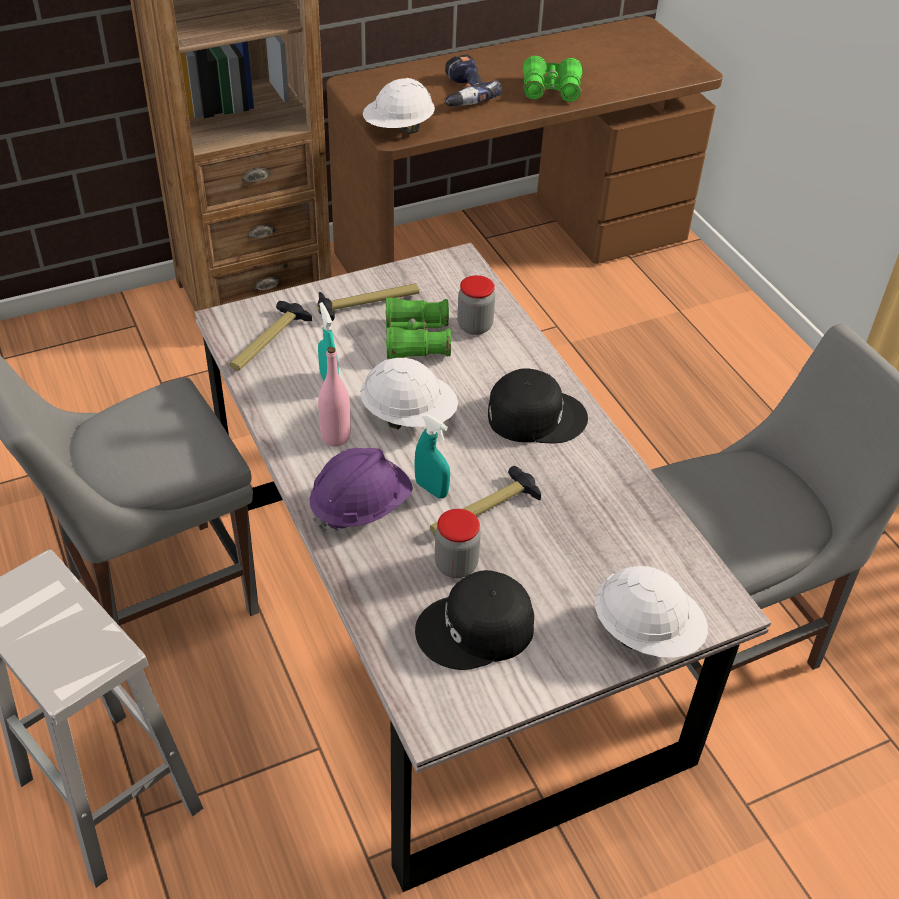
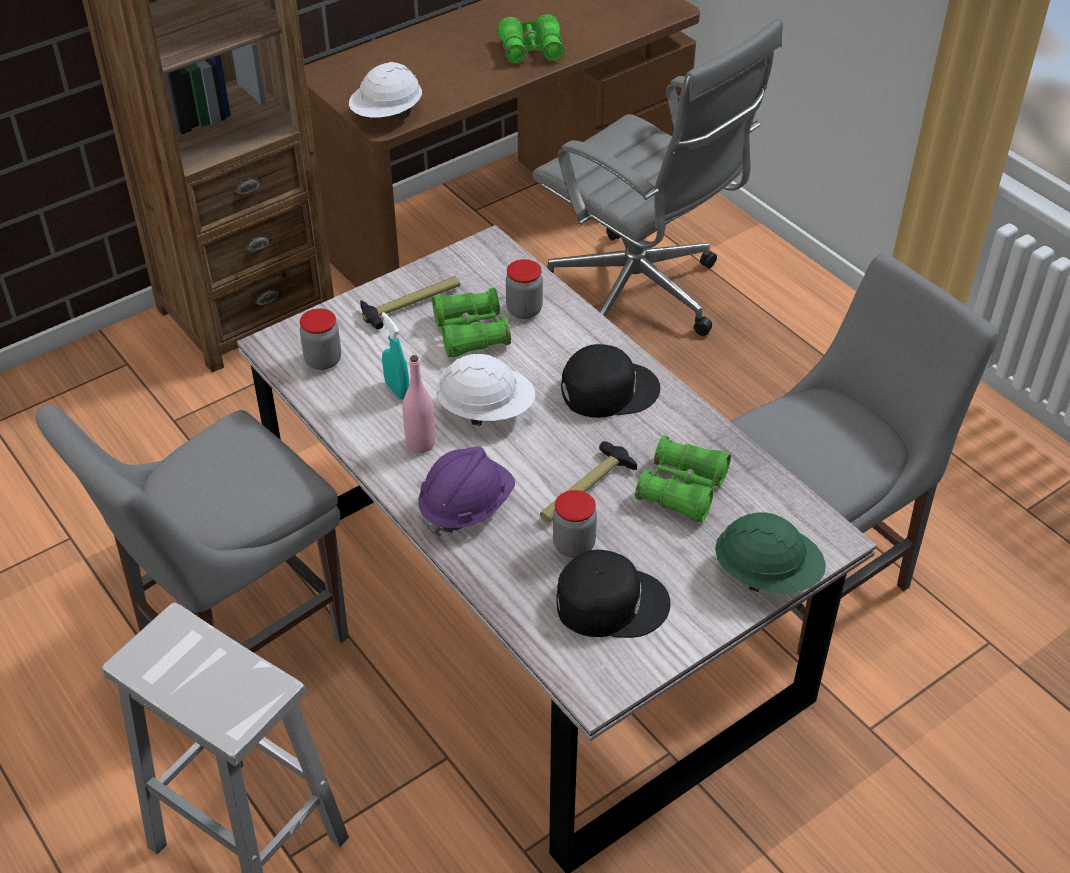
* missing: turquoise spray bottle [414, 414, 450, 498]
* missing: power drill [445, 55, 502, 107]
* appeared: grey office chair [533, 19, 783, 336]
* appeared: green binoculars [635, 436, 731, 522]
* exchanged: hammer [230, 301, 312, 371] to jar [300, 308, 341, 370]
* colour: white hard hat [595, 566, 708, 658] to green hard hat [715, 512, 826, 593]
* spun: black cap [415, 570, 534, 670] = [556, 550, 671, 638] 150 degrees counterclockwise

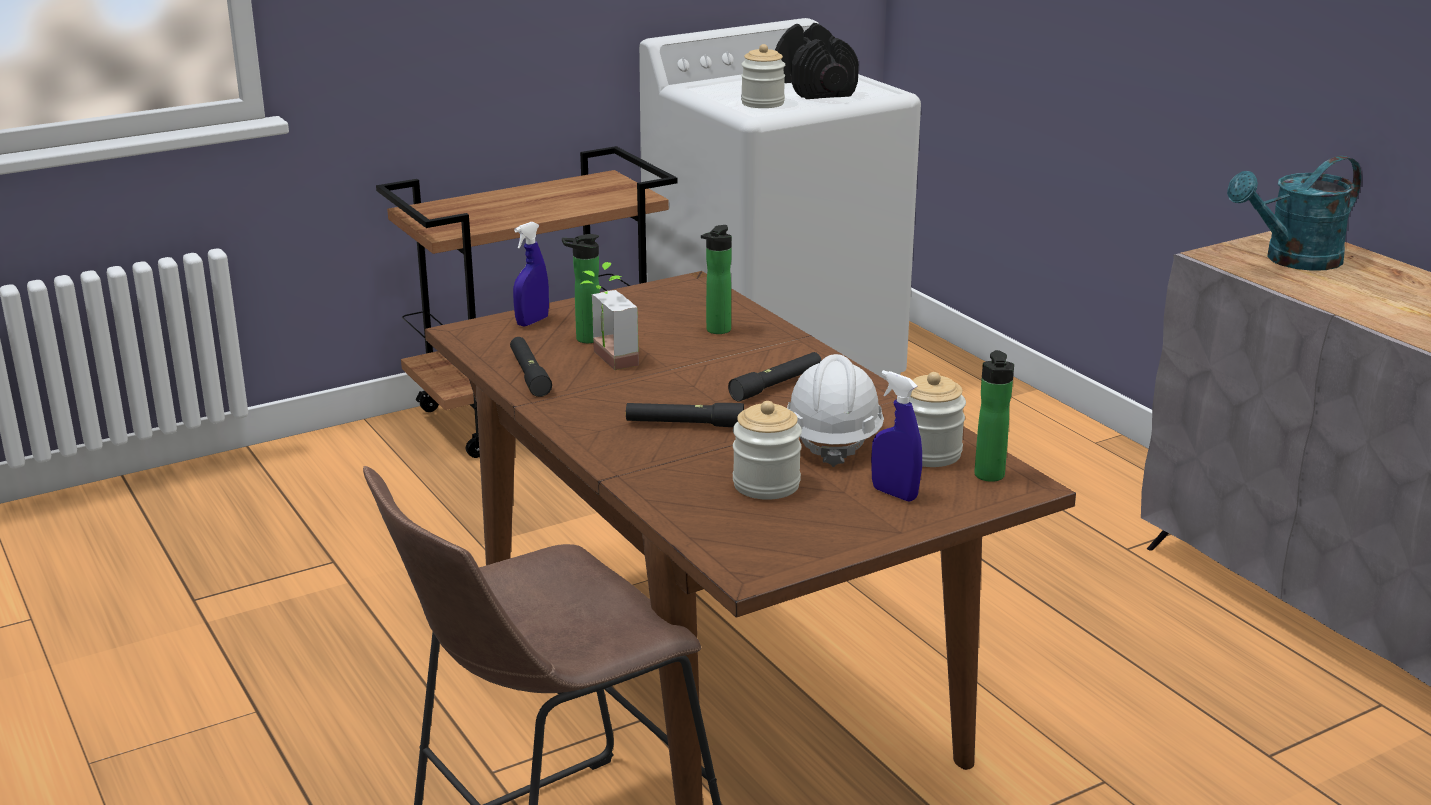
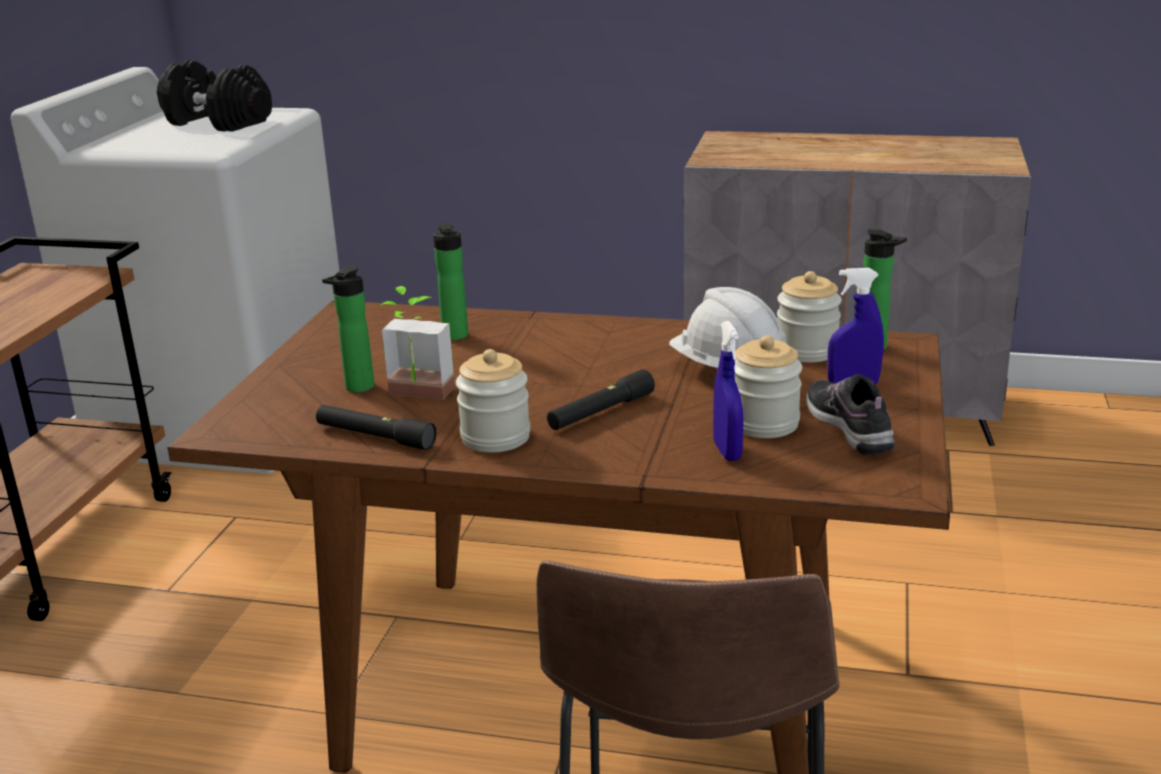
* missing: black flashlight [728, 352, 822, 402]
* missing: turquoise watering can [1227, 156, 1361, 271]
* appeared: shoe [806, 374, 895, 455]
* relocated: blue spray bottle [513, 222, 549, 326] to [713, 321, 744, 461]
* relocated: jar [741, 44, 785, 108] to [456, 349, 530, 453]

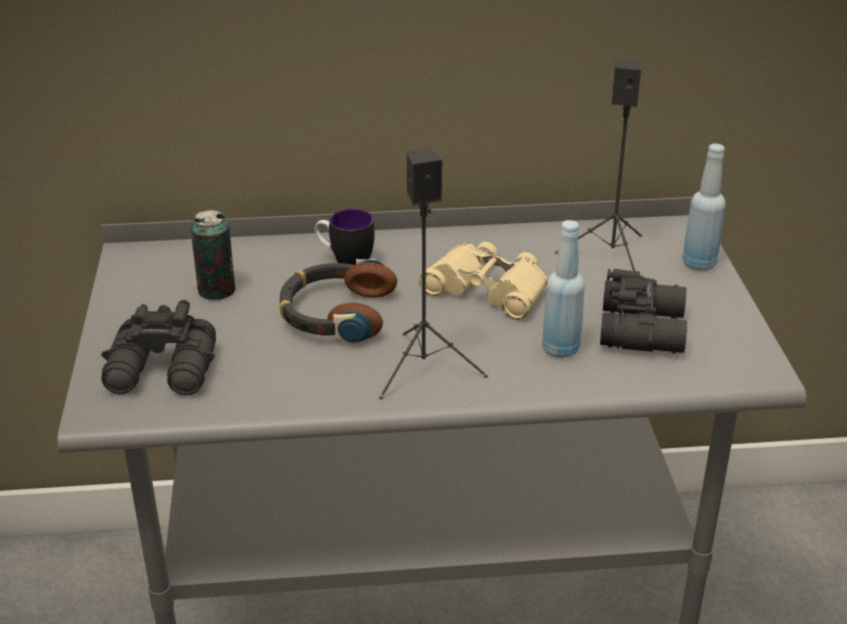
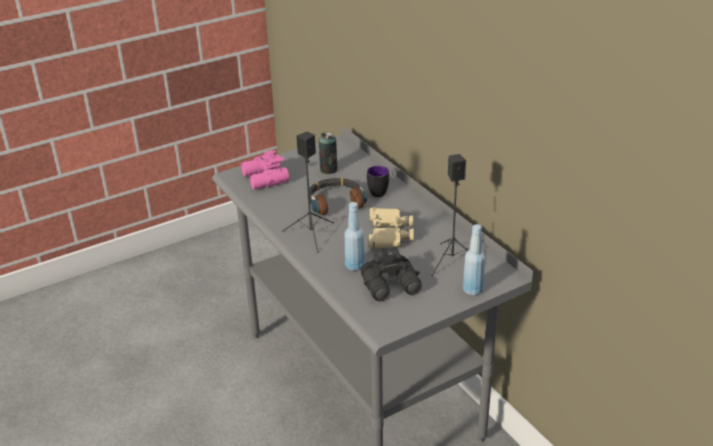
* colour: black binoculars [101, 300, 216, 395] to pink binoculars [241, 150, 289, 190]

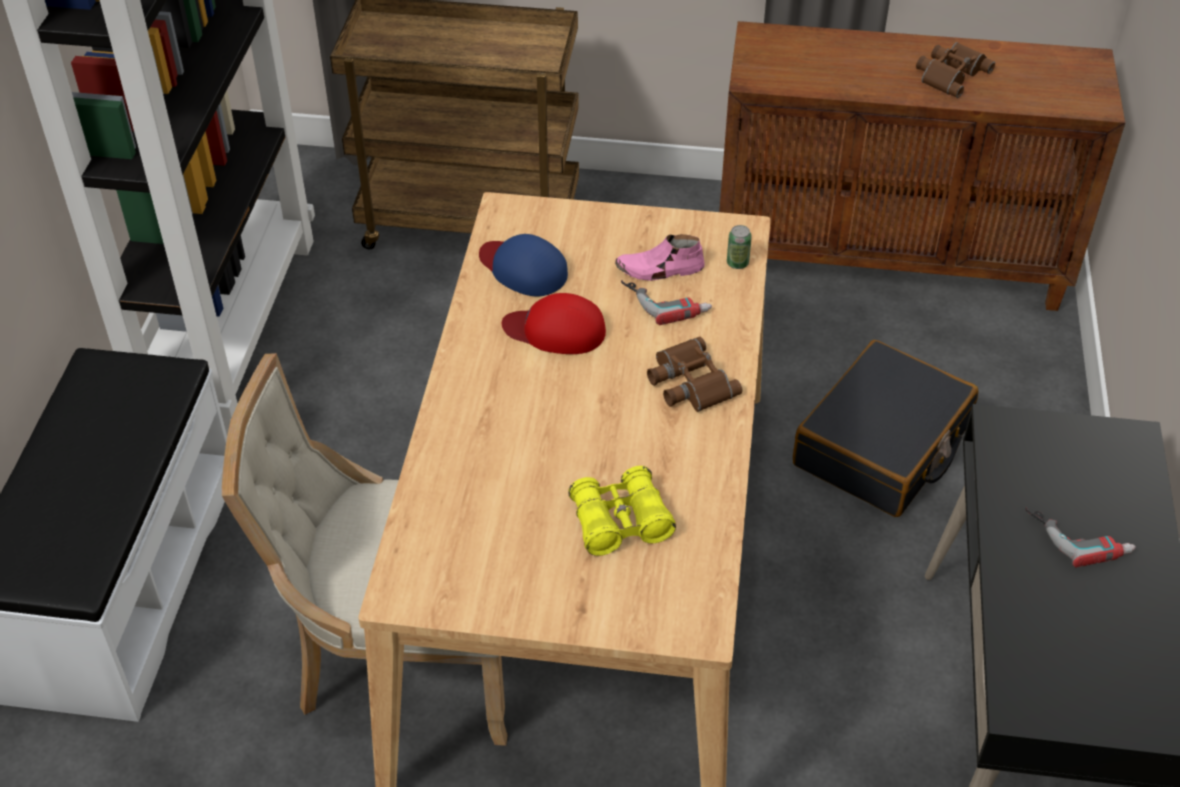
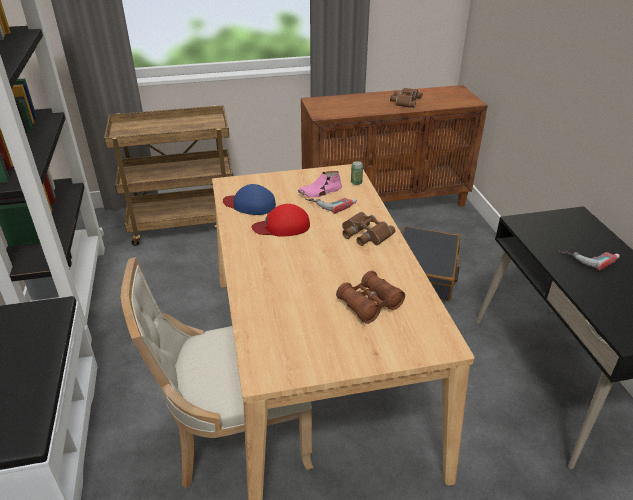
* colour: yellow binoculars [568, 466, 676, 556] to brown binoculars [336, 271, 405, 324]

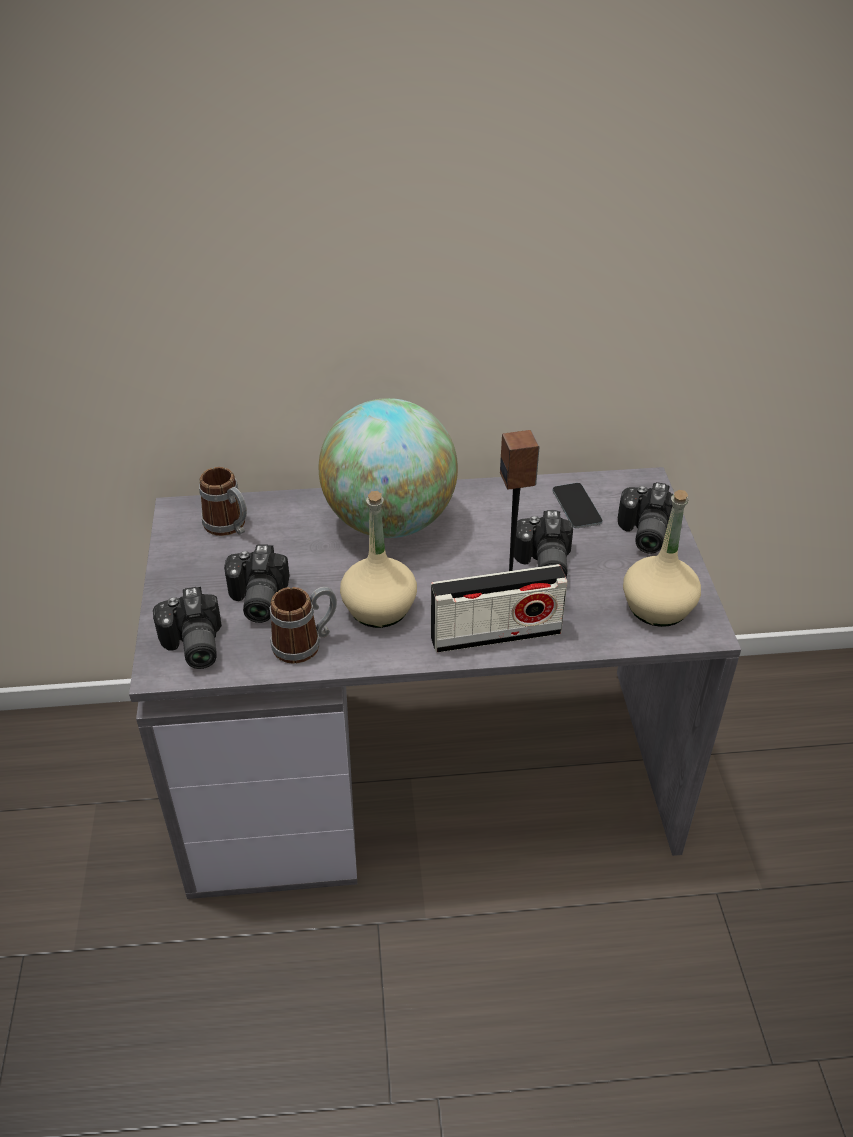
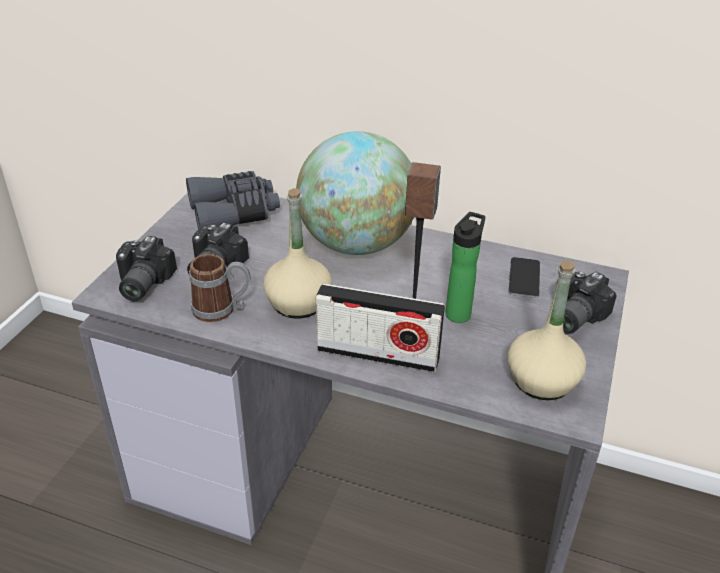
* exchanged: mug [199, 467, 247, 536] to grey binoculars [186, 171, 280, 230]
* exchanged: photo camera [514, 510, 573, 576] to bottle [445, 212, 486, 323]

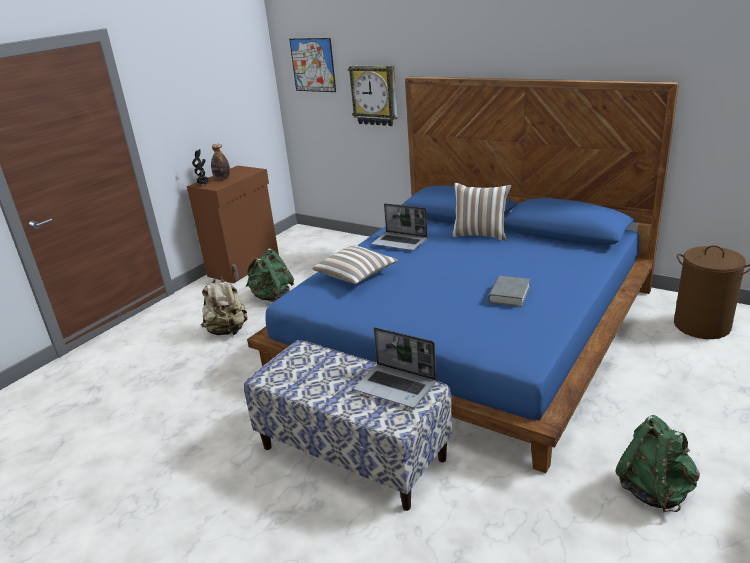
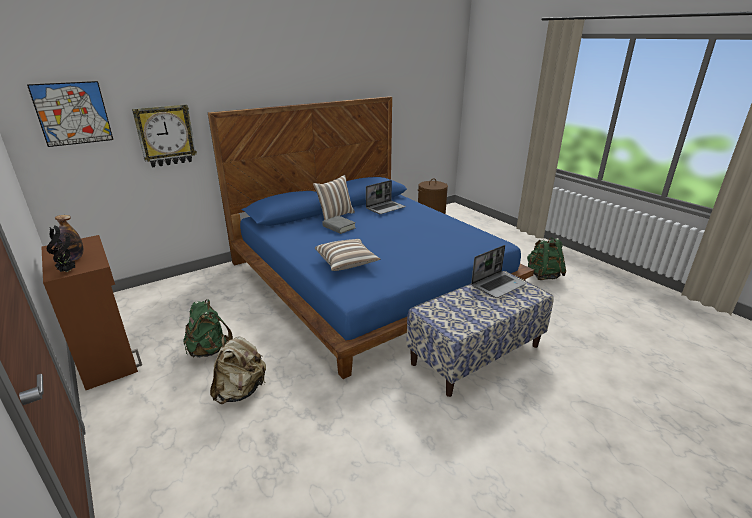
* relocated: laptop [372, 203, 428, 251] to [366, 180, 406, 214]
* relocated: grey book [488, 276, 530, 307] to [322, 216, 356, 234]

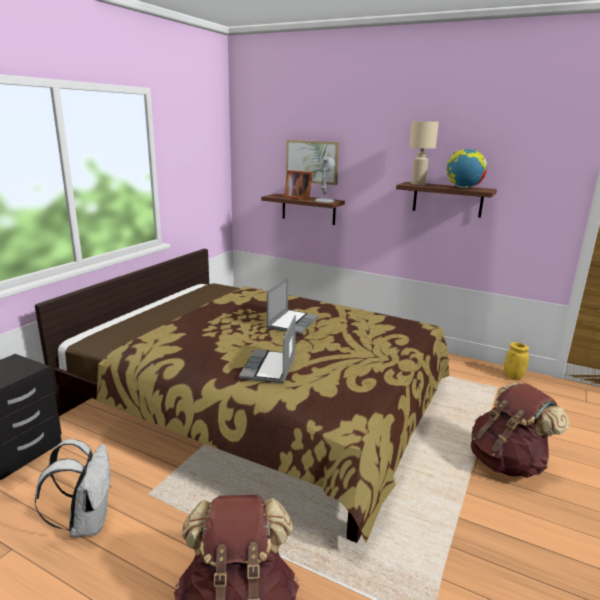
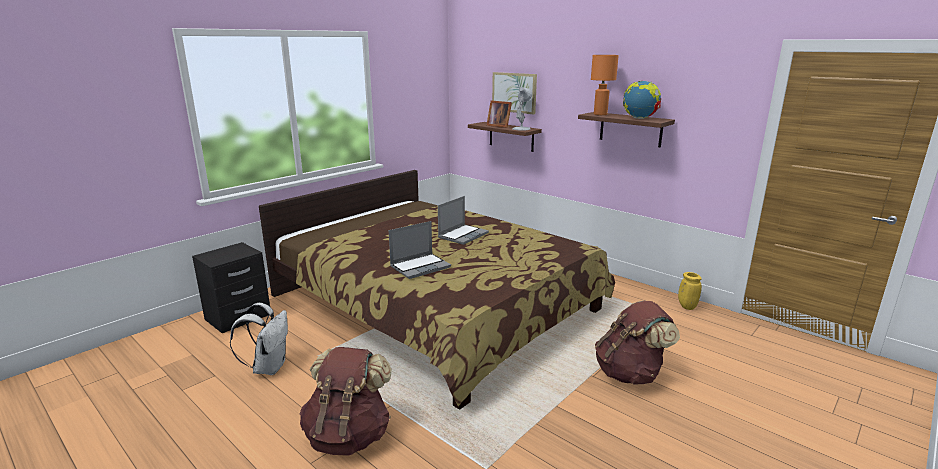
* colour: beige table lamp [409, 121, 439, 185] to orange table lamp [591, 55, 619, 115]
* spun: laptop [239, 315, 296, 383] = [389, 221, 451, 279] 150 degrees counterclockwise

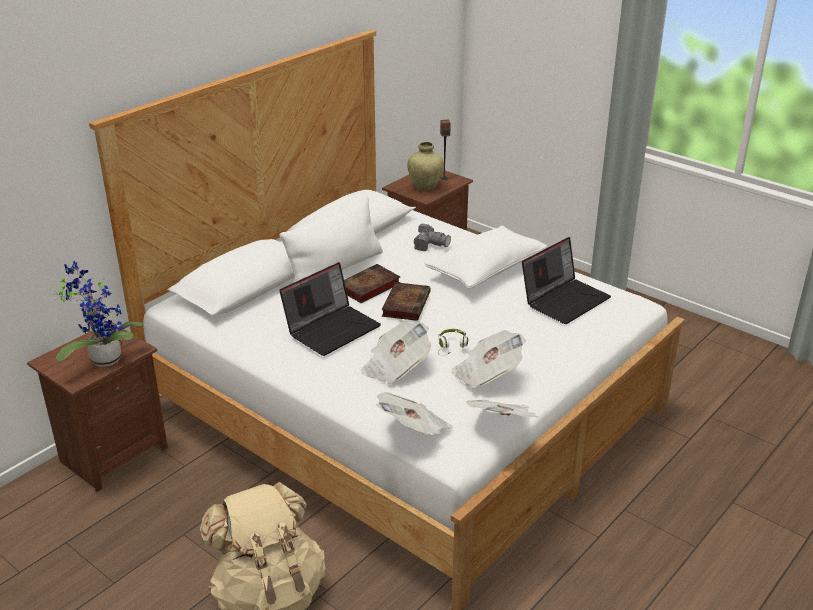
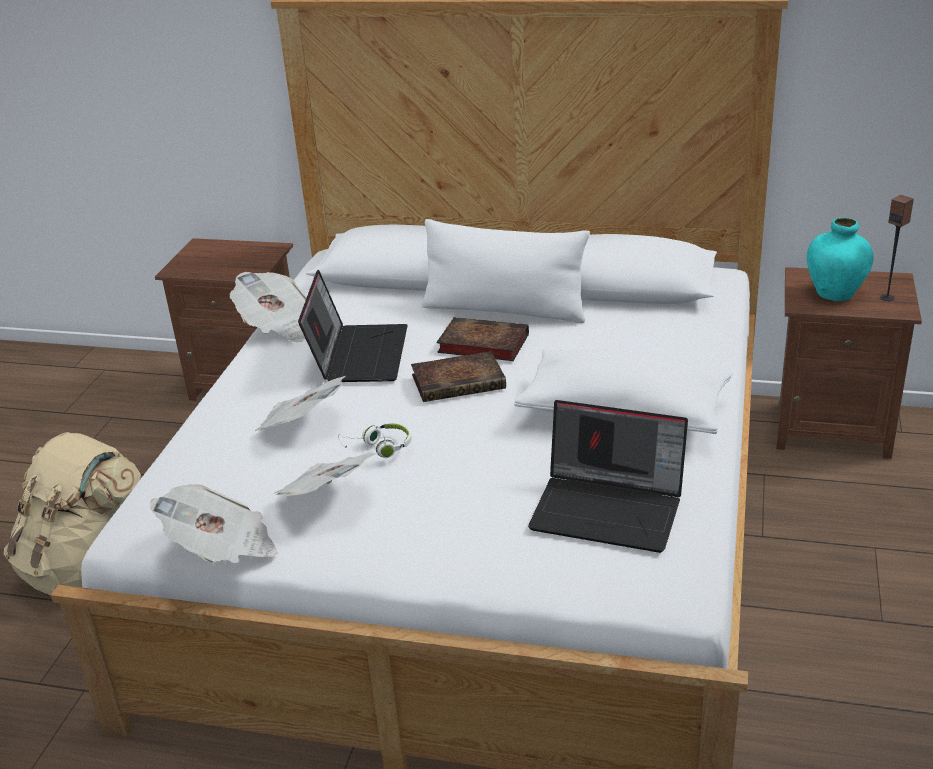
* missing: potted plant [52, 261, 144, 367]
* missing: photo camera [414, 224, 451, 251]
* relocated: newspaper [376, 392, 453, 436] to [230, 272, 307, 342]
* colour: beige vase [407, 142, 444, 191] to turquoise vase [807, 217, 873, 301]
* spun: laptop [279, 262, 381, 356] = [298, 270, 408, 382] 105 degrees counterclockwise

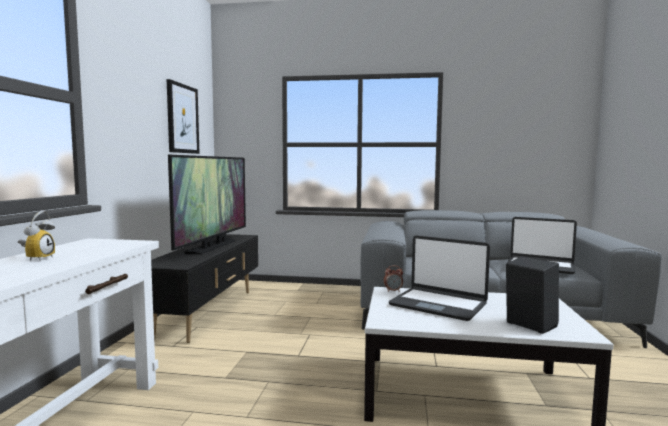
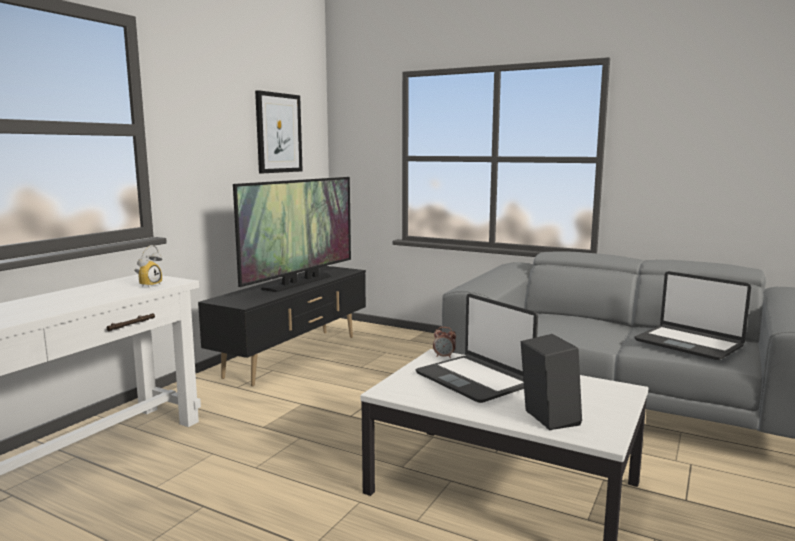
* relocated: alarm clock [18, 211, 55, 261] to [134, 245, 162, 287]

